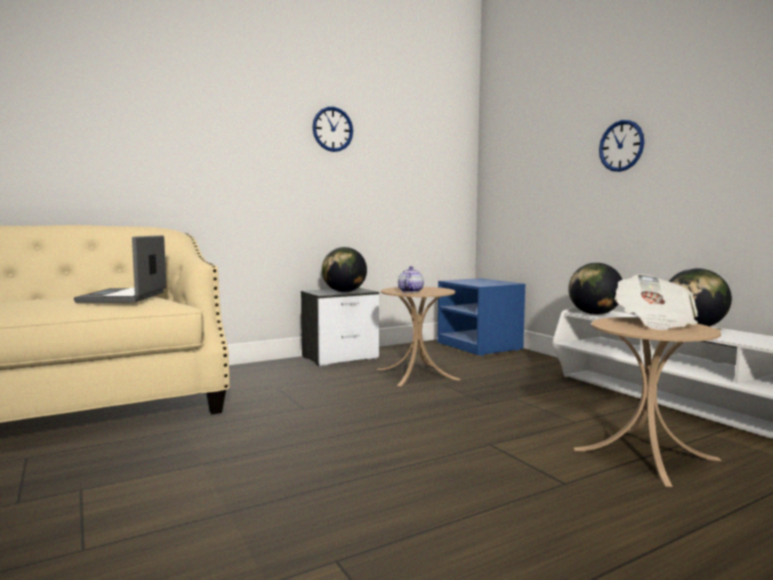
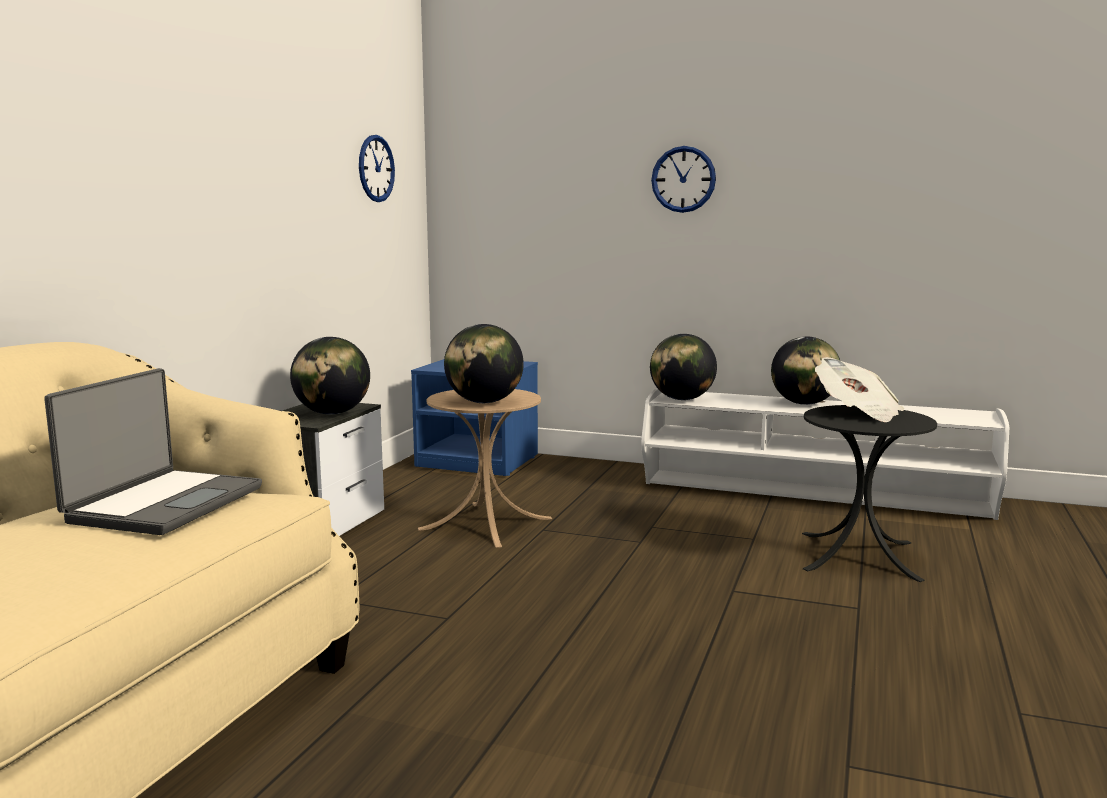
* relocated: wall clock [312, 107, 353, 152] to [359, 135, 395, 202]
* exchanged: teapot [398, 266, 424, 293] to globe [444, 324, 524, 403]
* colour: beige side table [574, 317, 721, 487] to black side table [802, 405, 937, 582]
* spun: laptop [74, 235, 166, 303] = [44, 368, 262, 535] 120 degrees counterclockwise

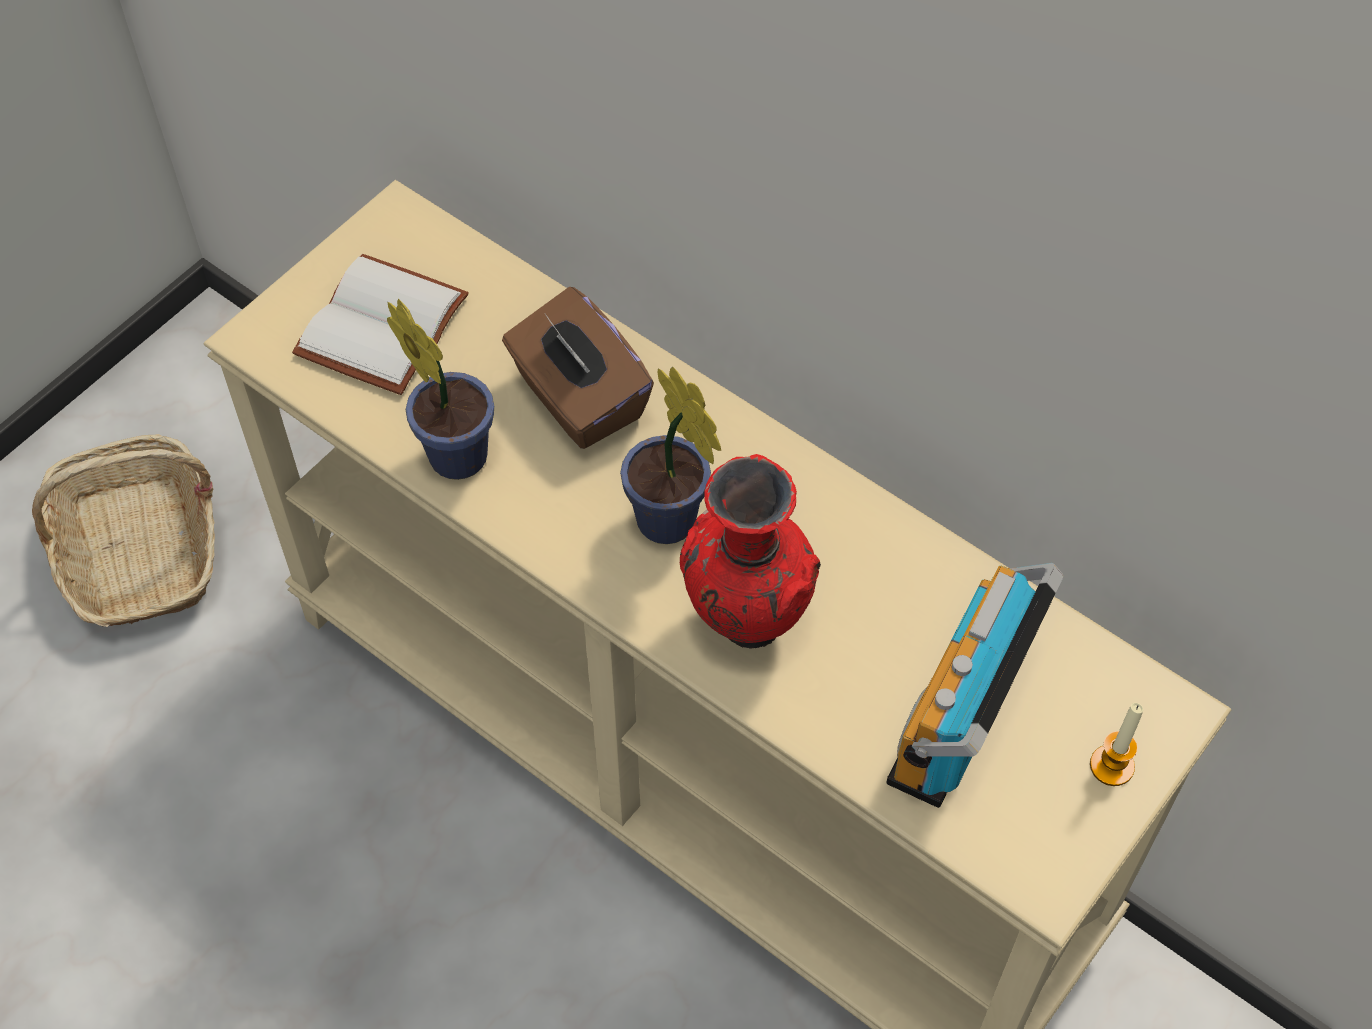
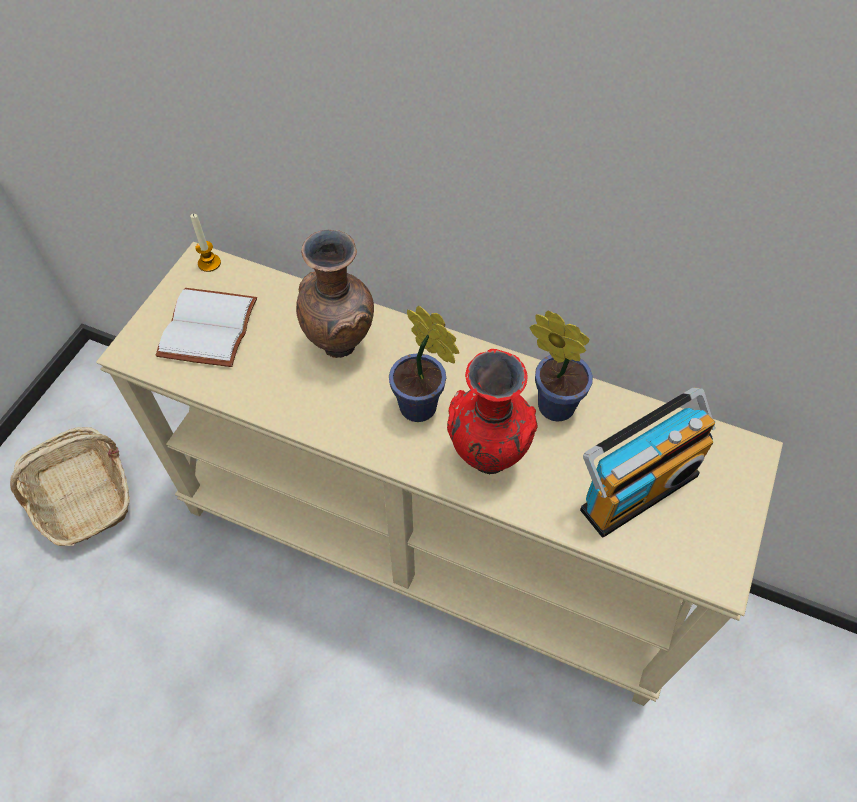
* relocated: potted plant [387, 299, 494, 480] to [529, 310, 593, 422]
* relocated: candle [1090, 703, 1143, 786] to [190, 214, 221, 272]
* exchanged: brown tissue box [502, 287, 654, 449] to brown vase [296, 230, 374, 358]
* spun: radio [886, 563, 1063, 808] = [580, 388, 716, 538] 135 degrees counterclockwise

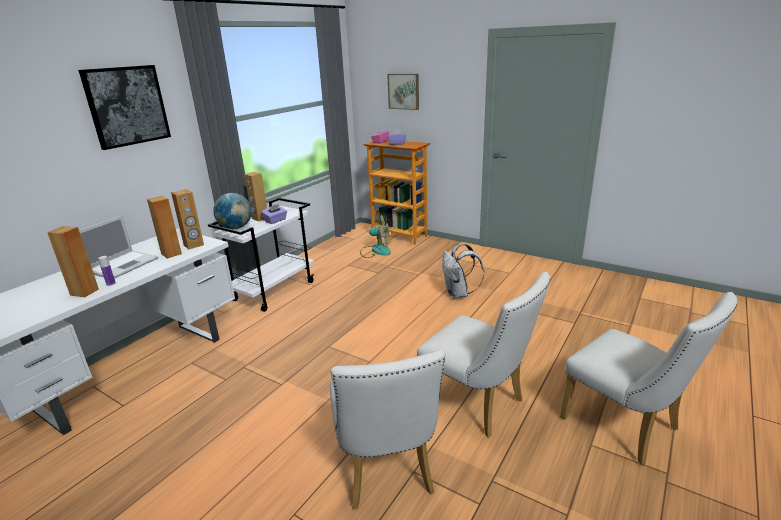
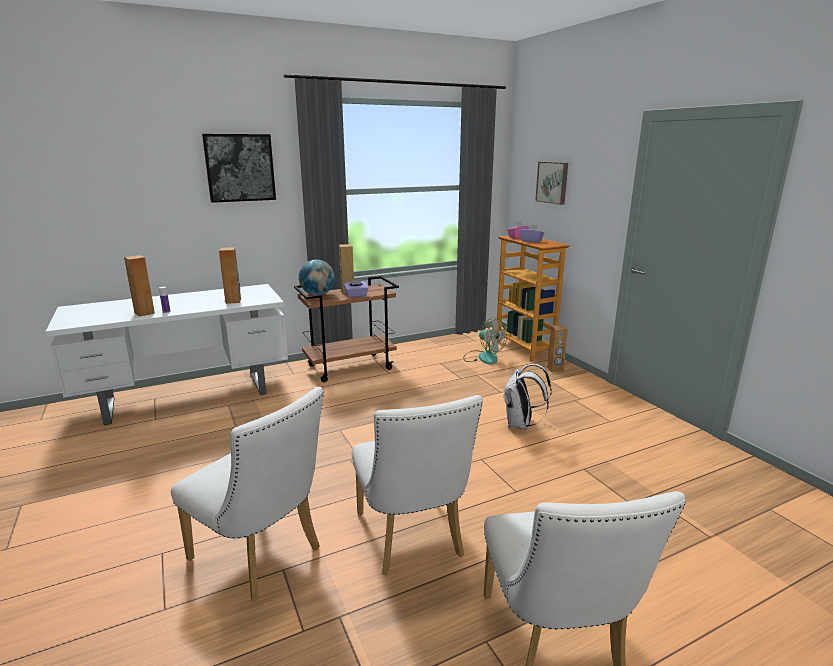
* missing: laptop [79, 216, 158, 279]
* relocated: brown speaker [171, 189, 204, 249] to [547, 325, 568, 372]
* colour: white cart [208, 198, 314, 312] to brown cart [294, 276, 399, 382]
* spun: white chair [330, 350, 445, 509] = [171, 387, 324, 601] 75 degrees counterclockwise

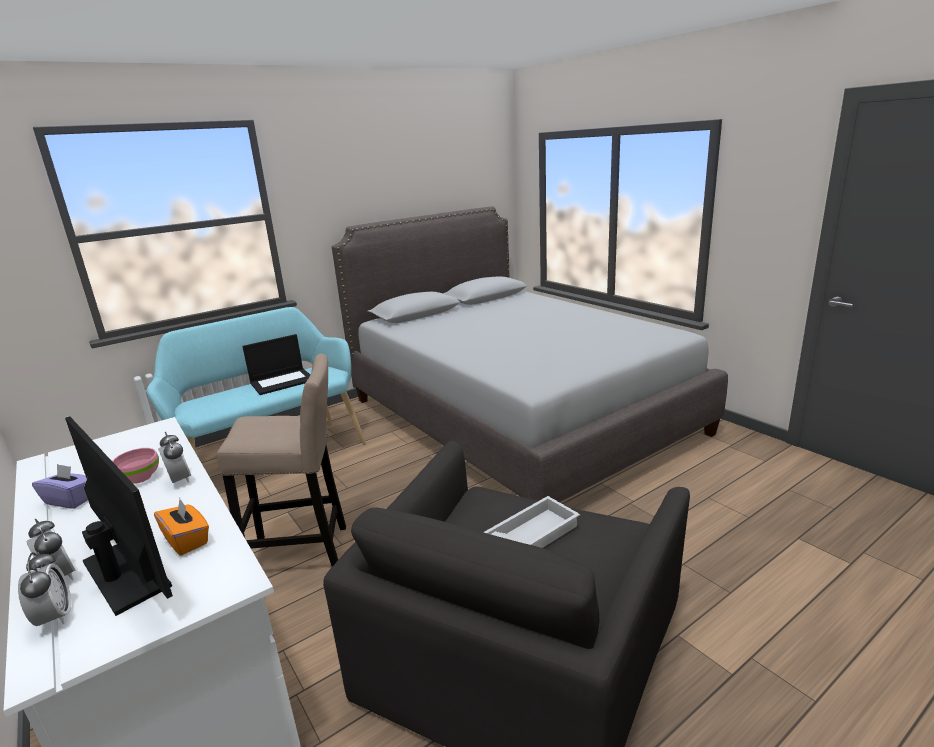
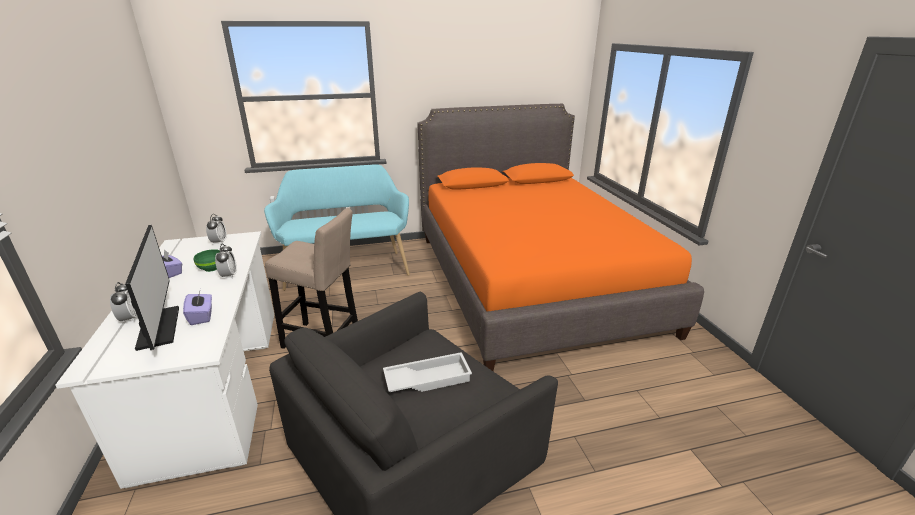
* missing: laptop [242, 334, 310, 395]
* relocated: alarm clock [18, 552, 71, 626] to [206, 214, 227, 245]
* colour: pink bowl [112, 448, 159, 484] to green bowl [194, 249, 220, 272]
* colour: orange tissue box [154, 498, 209, 556] to purple tissue box [183, 292, 212, 325]
* colour: grey bed [332, 206, 728, 502] to orange bed [417, 104, 704, 371]

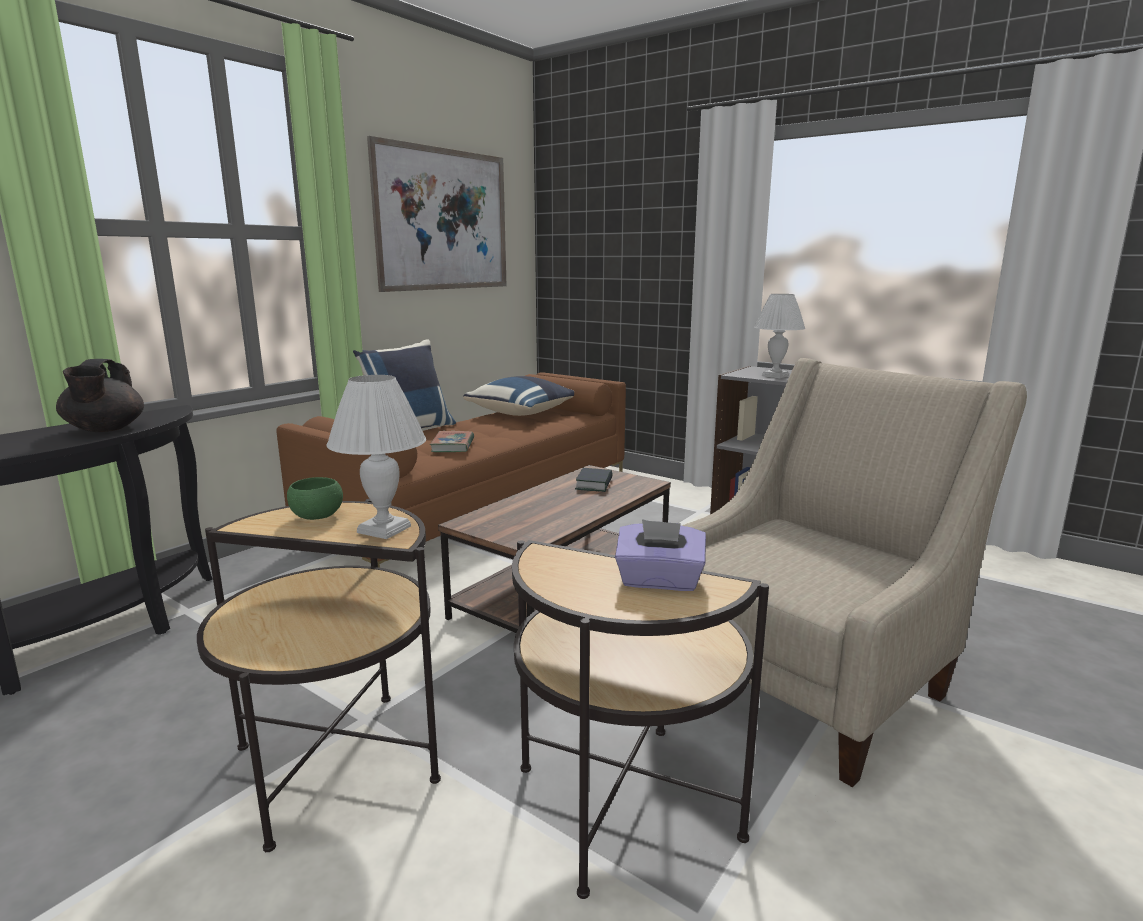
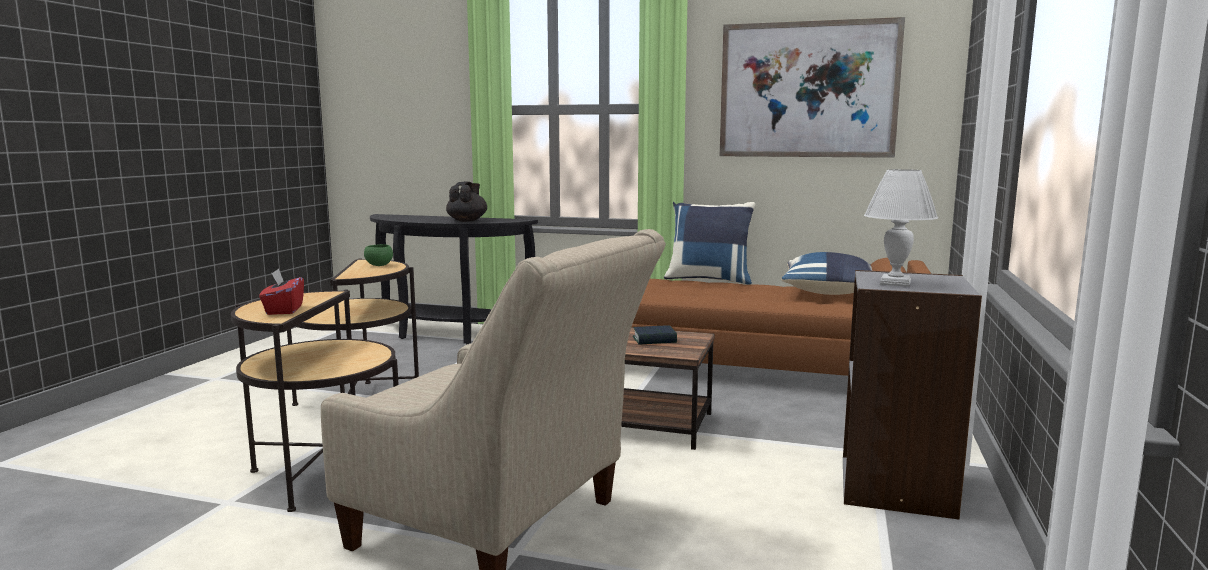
* missing: white table lamp [327, 375, 426, 539]
* missing: book [430, 431, 474, 452]
* colour: purple tissue box [615, 519, 706, 591] to red tissue box [259, 269, 304, 315]
* spun: black teapot [56, 359, 144, 432] = [446, 182, 487, 222] 135 degrees clockwise

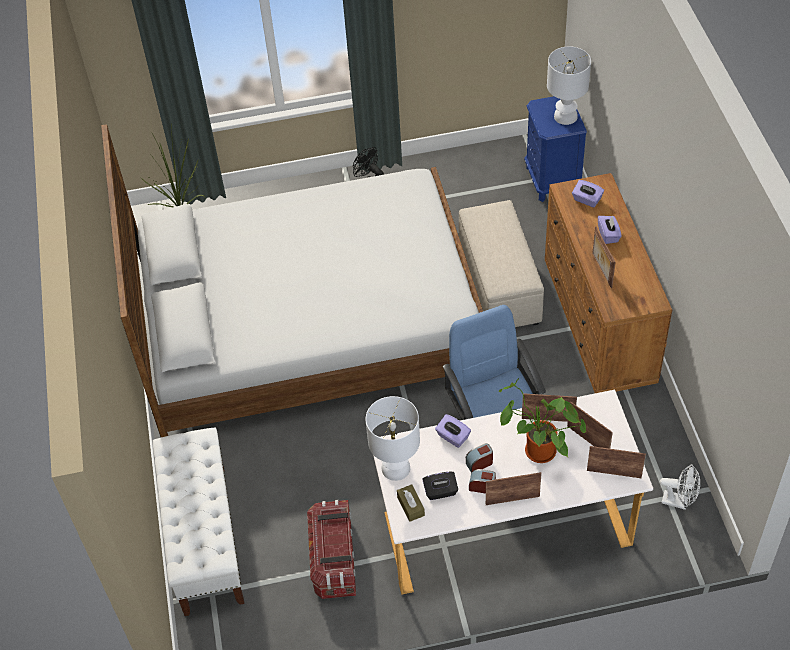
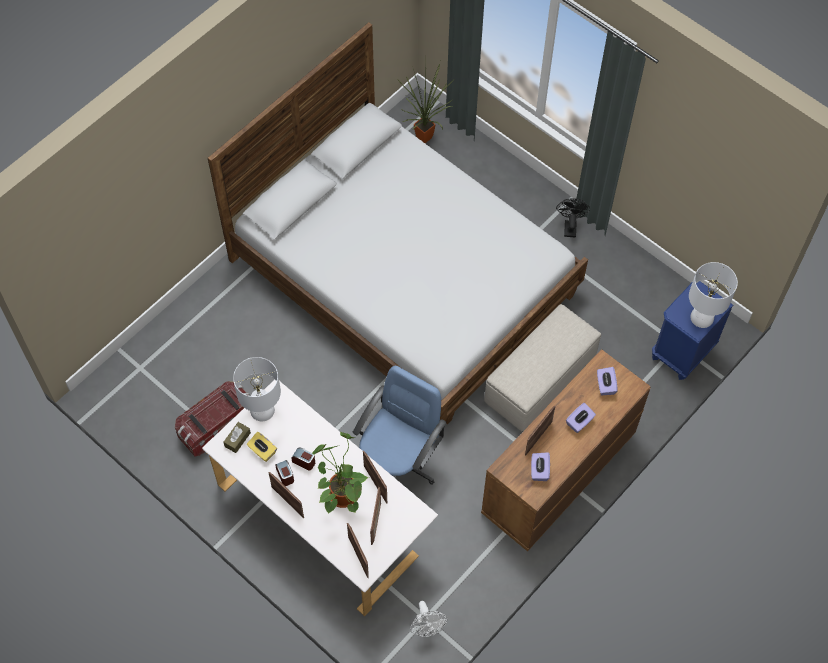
* missing: white bench [153, 428, 245, 616]
* relocated: purple tissue box [435, 414, 471, 448] to [531, 452, 550, 481]
* colour: black tissue box [422, 472, 458, 500] to yellow tissue box [247, 432, 277, 462]

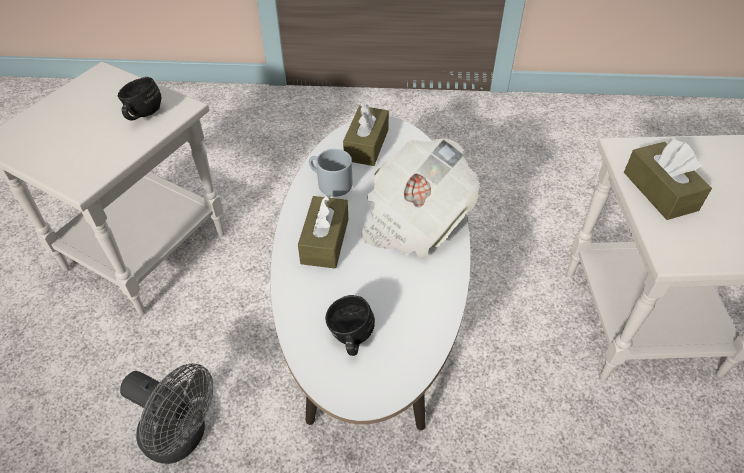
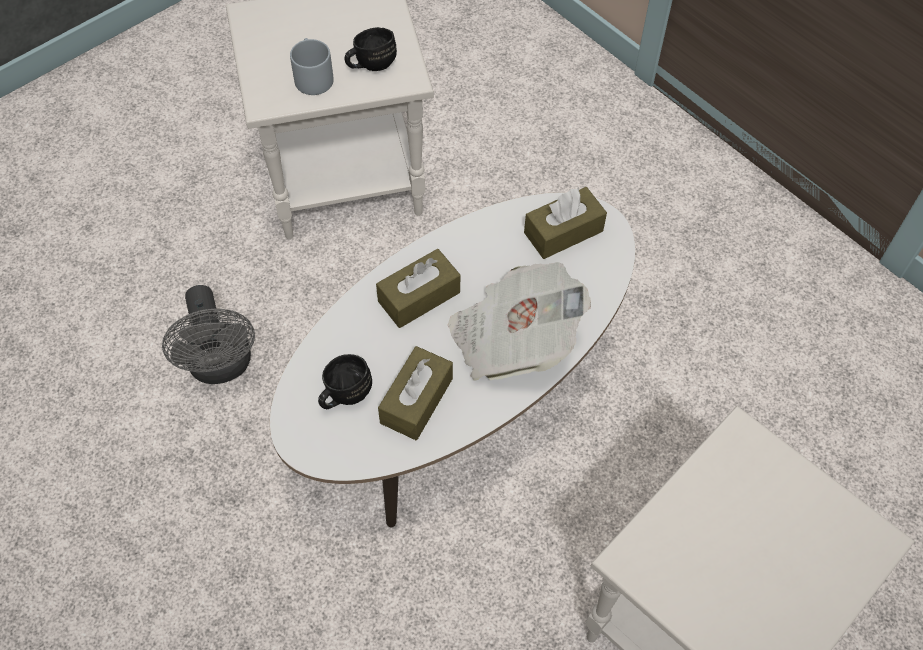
* relocated: grey mug [309, 149, 352, 197] to [290, 38, 334, 95]
* relocated: brown tissue box [624, 138, 712, 220] to [378, 346, 453, 440]

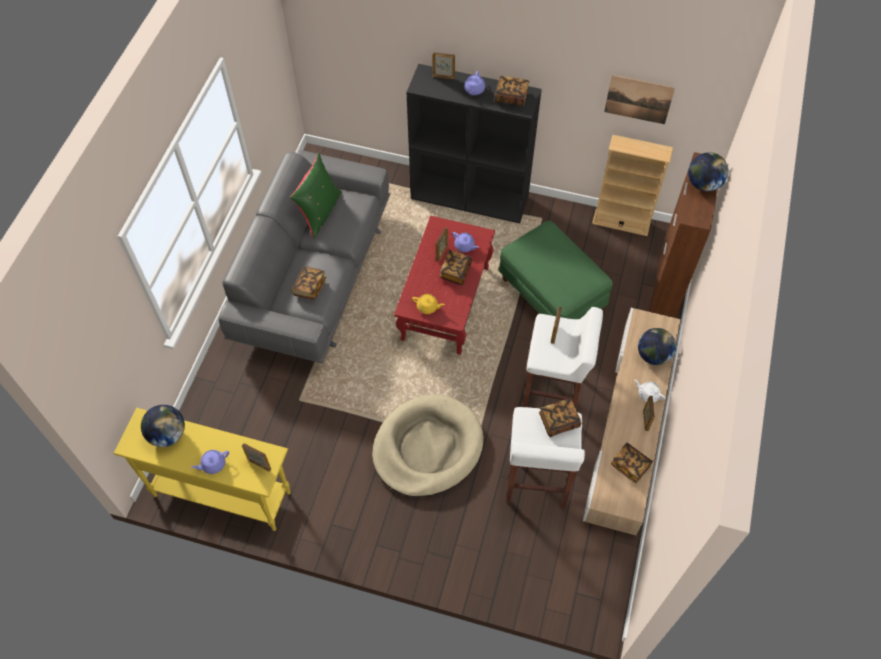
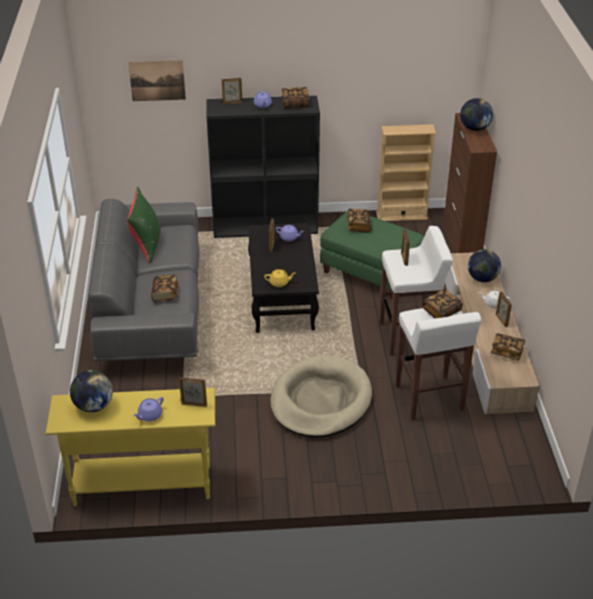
* relocated: book [439, 250, 472, 285] to [347, 209, 372, 233]
* relocated: picture [604, 75, 675, 124] to [128, 60, 186, 101]
* colour: red coffee table [394, 216, 495, 355] to black coffee table [248, 223, 319, 333]

